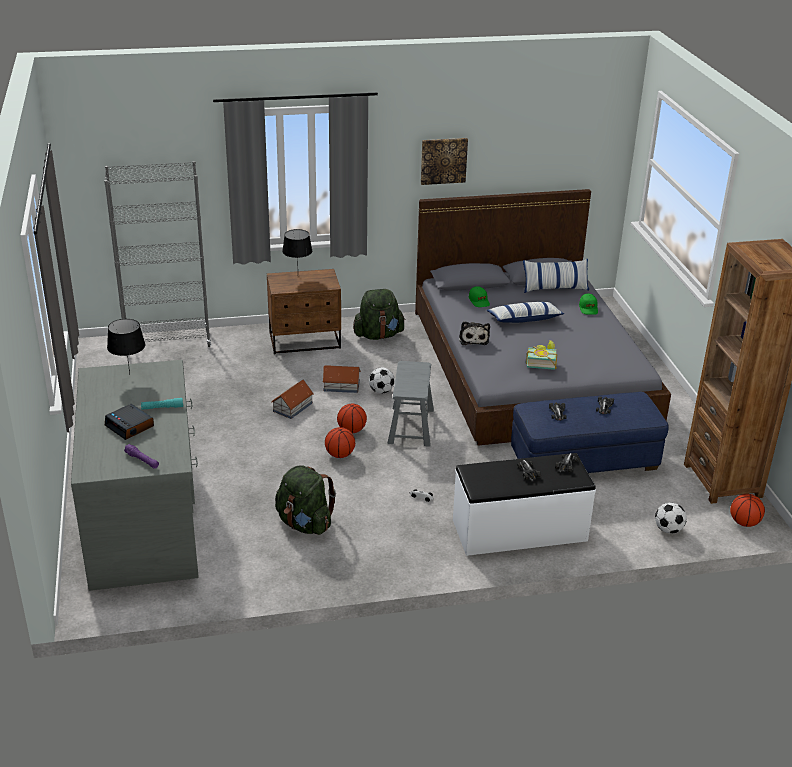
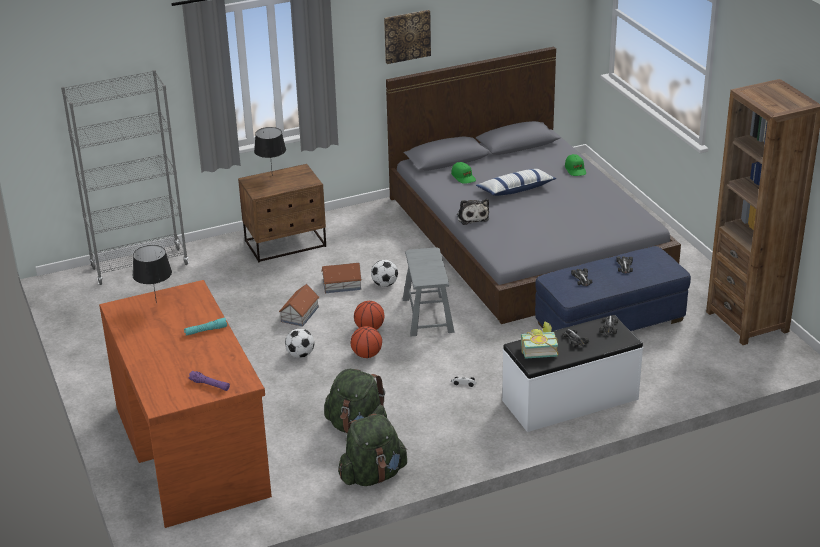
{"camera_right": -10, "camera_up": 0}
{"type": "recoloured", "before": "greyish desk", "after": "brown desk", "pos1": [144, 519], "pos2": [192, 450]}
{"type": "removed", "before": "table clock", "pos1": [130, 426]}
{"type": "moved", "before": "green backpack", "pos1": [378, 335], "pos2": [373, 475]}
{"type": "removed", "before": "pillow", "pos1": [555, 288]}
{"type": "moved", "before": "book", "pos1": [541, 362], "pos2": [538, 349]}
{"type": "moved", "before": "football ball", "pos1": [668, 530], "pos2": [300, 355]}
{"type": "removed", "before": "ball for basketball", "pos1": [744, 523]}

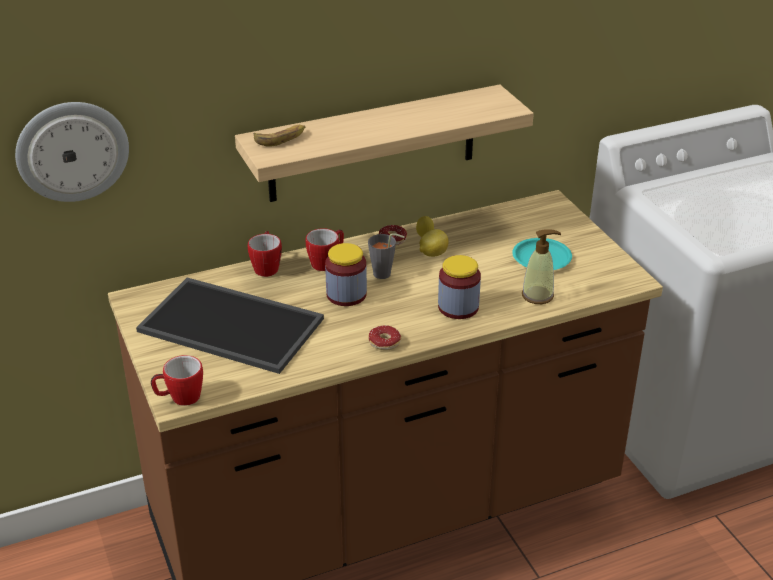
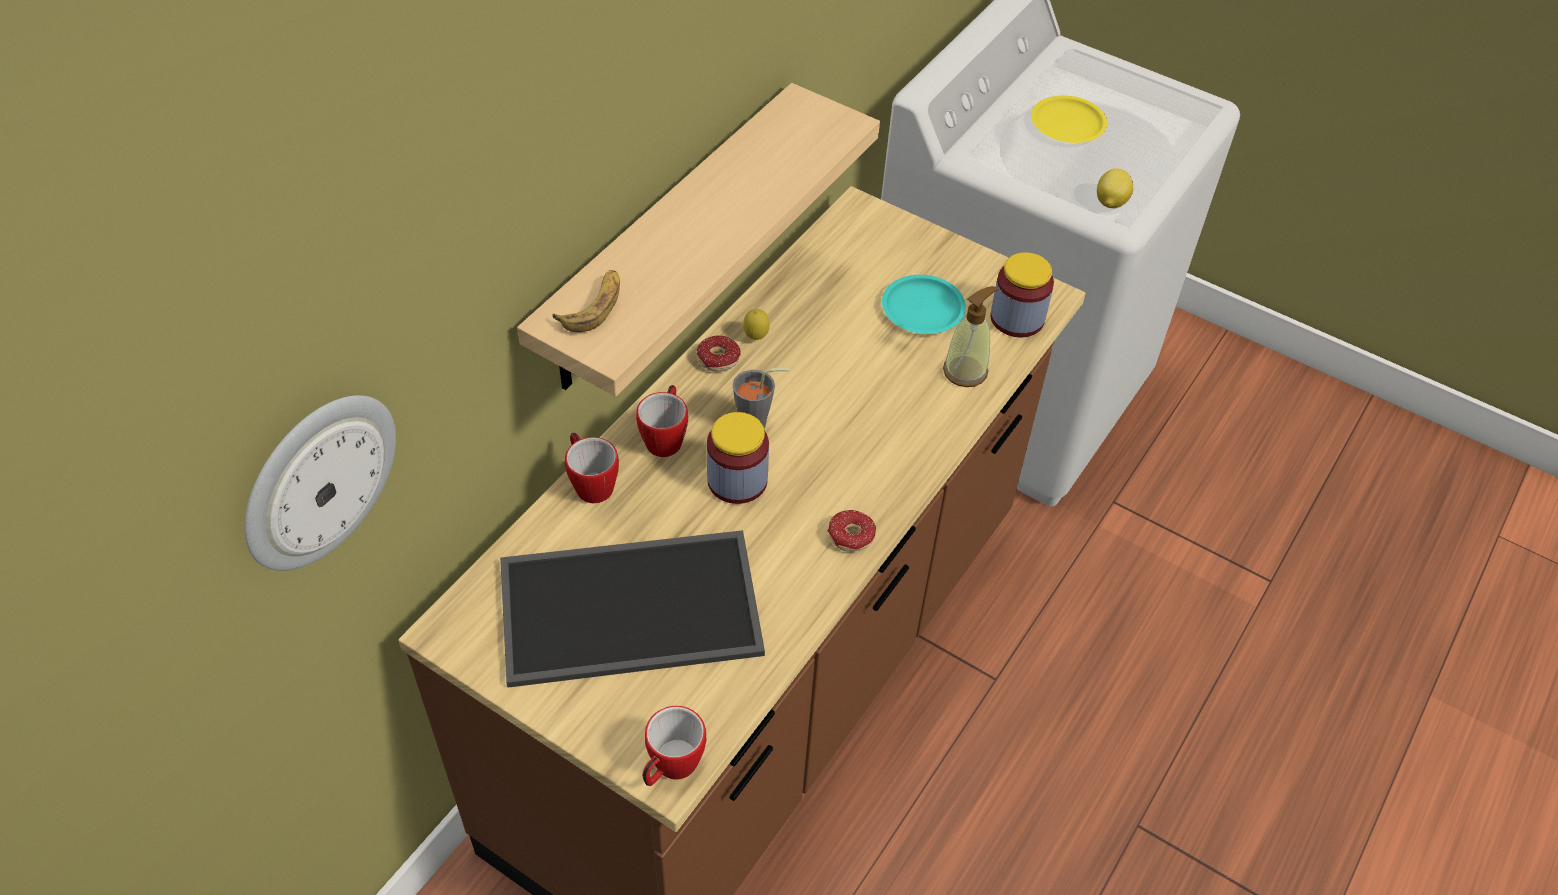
{"camera_right": -35, "camera_up": 15}
{"type": "moved", "before": "whole lemon", "pos1": [432, 254], "pos2": [1110, 203]}
{"type": "moved", "before": "preserve jar", "pos1": [458, 307], "pos2": [1017, 318]}
{"type": "added", "after": "yellow-coloured flat dish", "pos2": [1068, 125]}

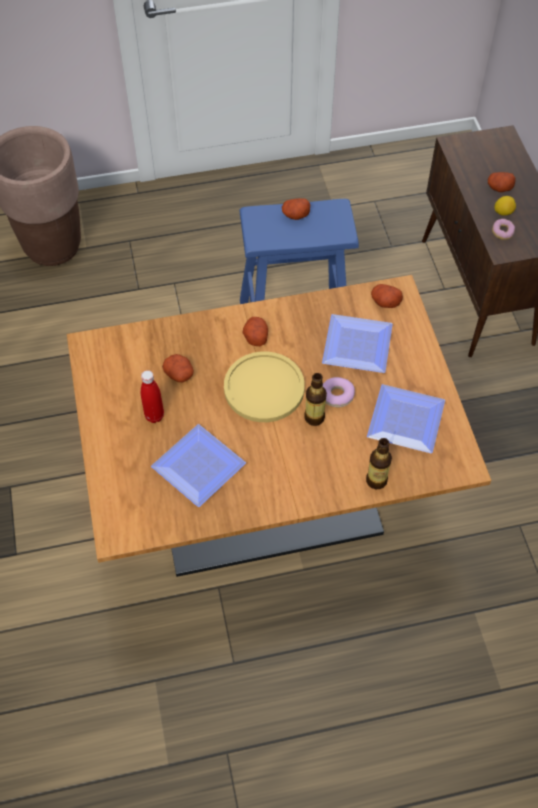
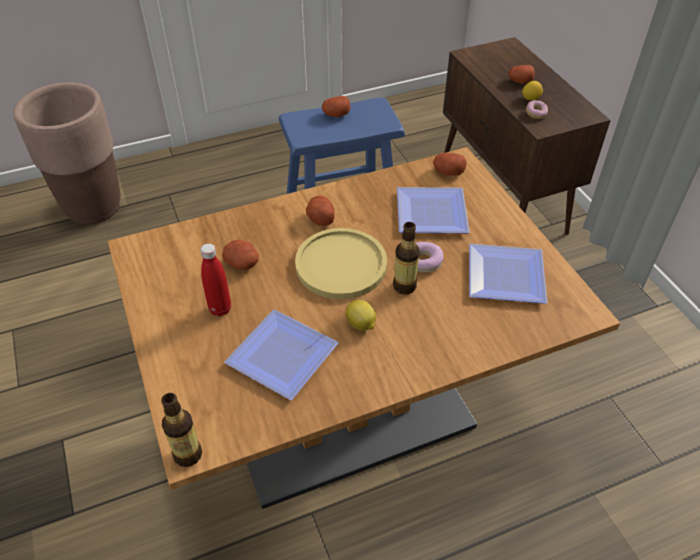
{"camera_right": -10, "camera_up": -10}
{"type": "moved", "before": "drink bottle", "pos1": [376, 480], "pos2": [188, 455]}
{"type": "added", "after": "whole lemon", "pos2": [361, 325]}

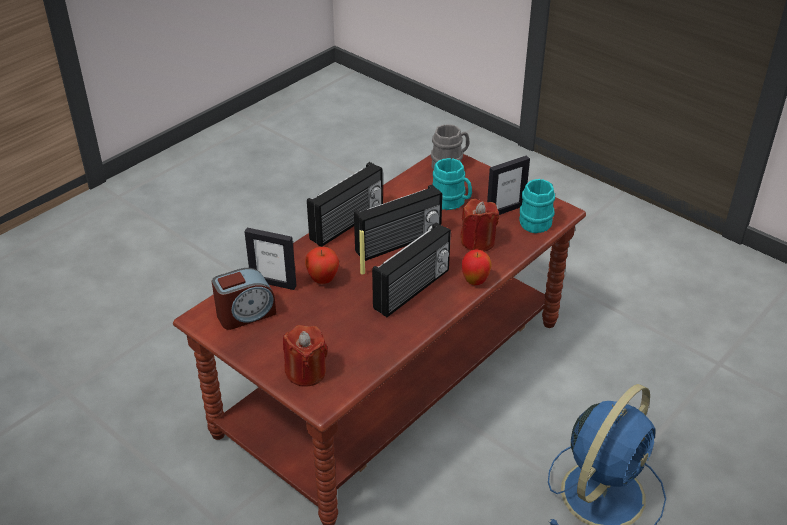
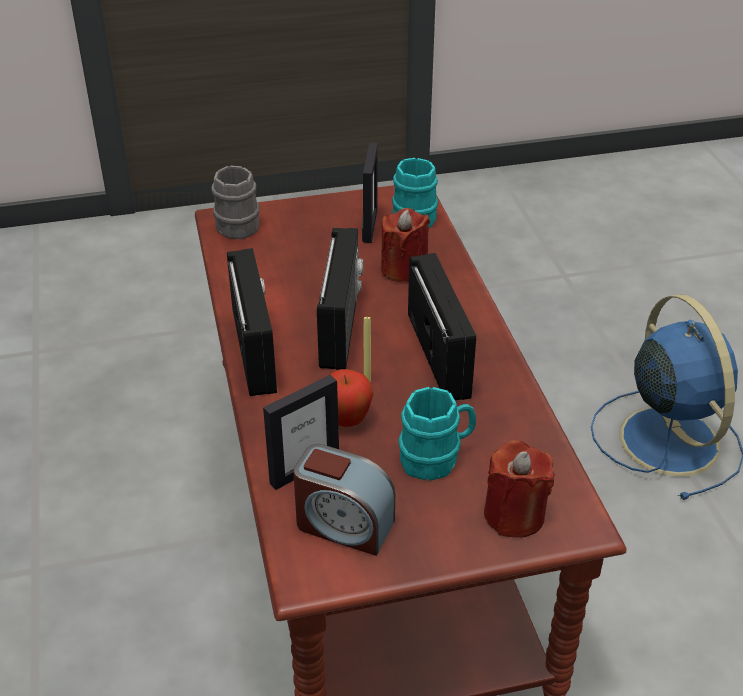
{"camera_right": -55, "camera_up": 0}
{"type": "turned", "before": "table clock", "pos1": [246, 314], "pos2": [343, 525], "turn": 105}
{"type": "moved", "before": "blue-green coffee mug", "pos1": [451, 202], "pos2": [436, 458]}
{"type": "removed", "before": "whole apple", "pos1": [475, 281]}

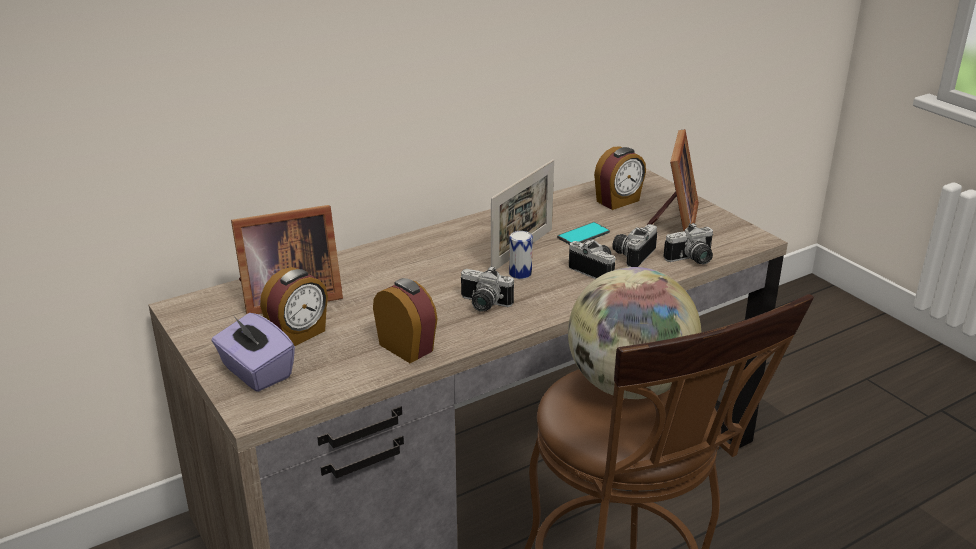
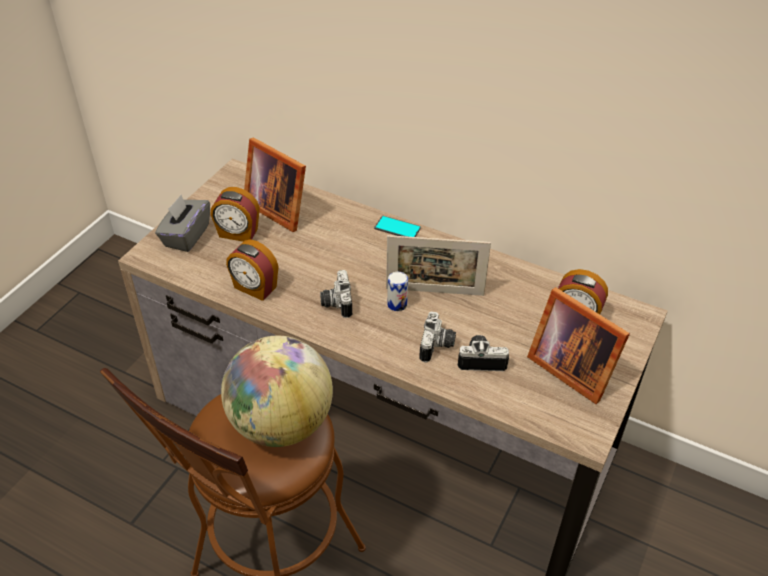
{"camera_right": 60, "camera_up": 15}
{"type": "recoloured", "before": "purple box of tissues", "after": "greyish box of tissues", "pos1": [256, 372], "pos2": [186, 236]}
{"type": "turned", "before": "table clock", "pos1": [407, 347], "pos2": [254, 288], "turn": 105}
{"type": "moved", "before": "handset", "pos1": [583, 235], "pos2": [397, 228]}
{"type": "turned", "before": "photo frame", "pos1": [673, 221], "pos2": [570, 367], "turn": 60}
{"type": "removed", "before": "still camera", "pos1": [692, 260]}

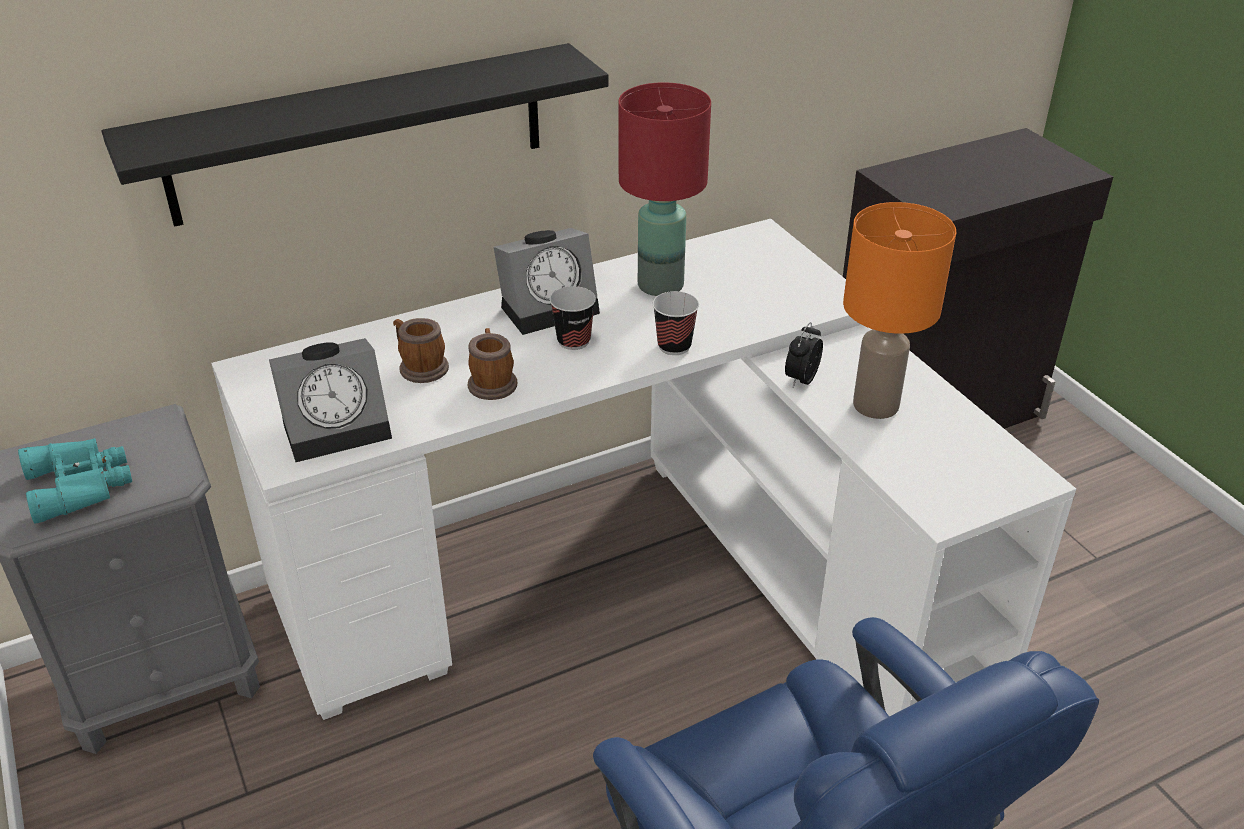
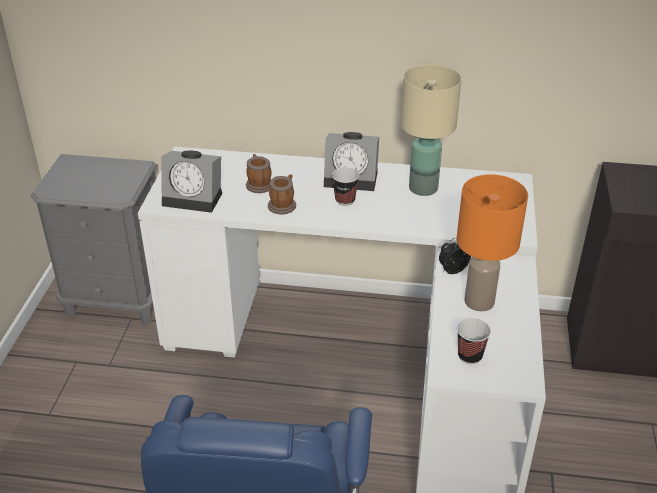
{"camera_right": 35, "camera_up": 0}
{"type": "removed", "before": "blue-green field glasses", "pos1": [81, 484]}
{"type": "removed", "before": "blackish wall shelf", "pos1": [358, 134]}
{"type": "recoloured", "before": "red-coloured tabletop lamp", "after": "beige tabletop lamp", "pos1": [661, 284], "pos2": [424, 188]}
{"type": "moved", "before": "drinking cup", "pos1": [674, 346], "pos2": [470, 356]}

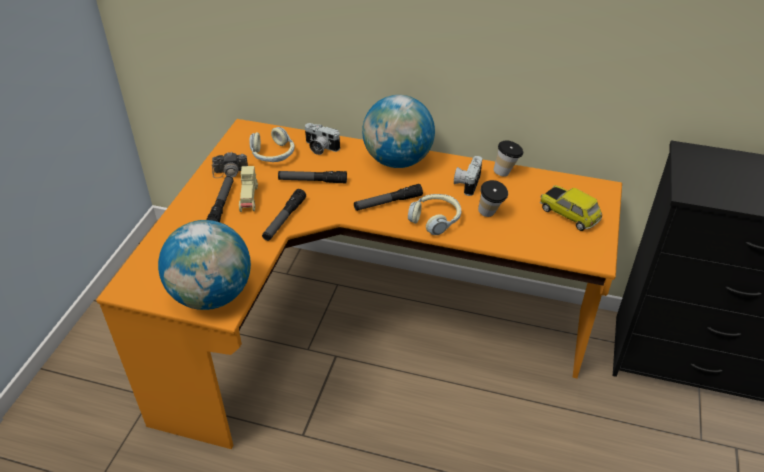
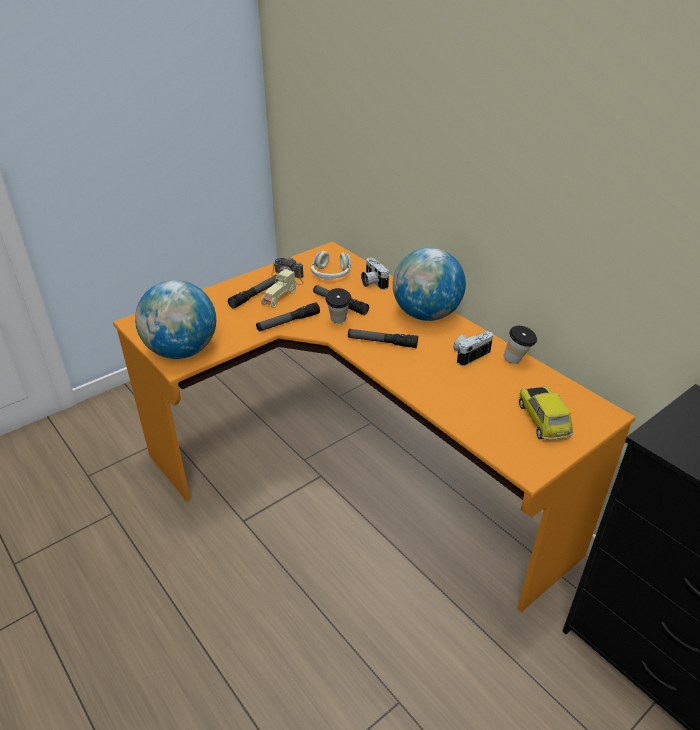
{"camera_right": 35, "camera_up": -5}
{"type": "removed", "before": "headphones", "pos1": [435, 219]}
{"type": "moved", "before": "drinking cup", "pos1": [490, 215], "pos2": [338, 322]}

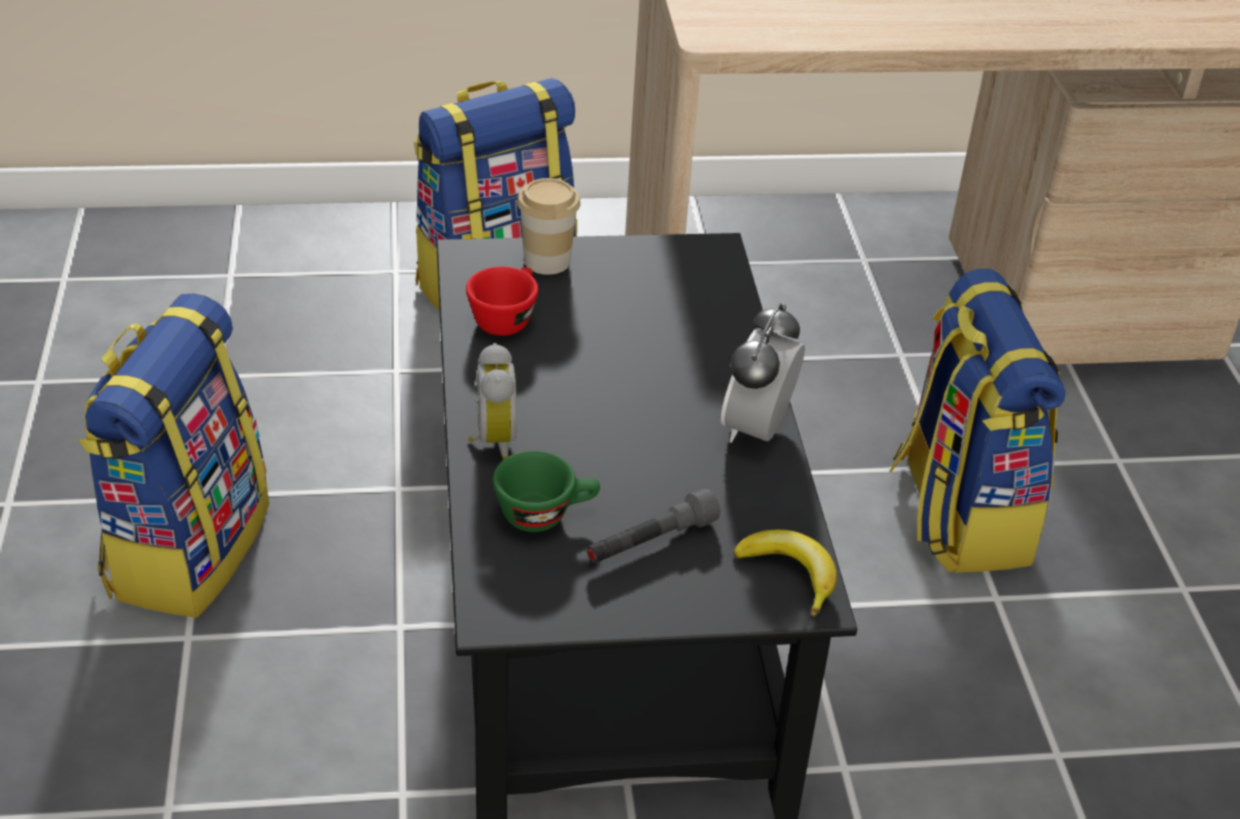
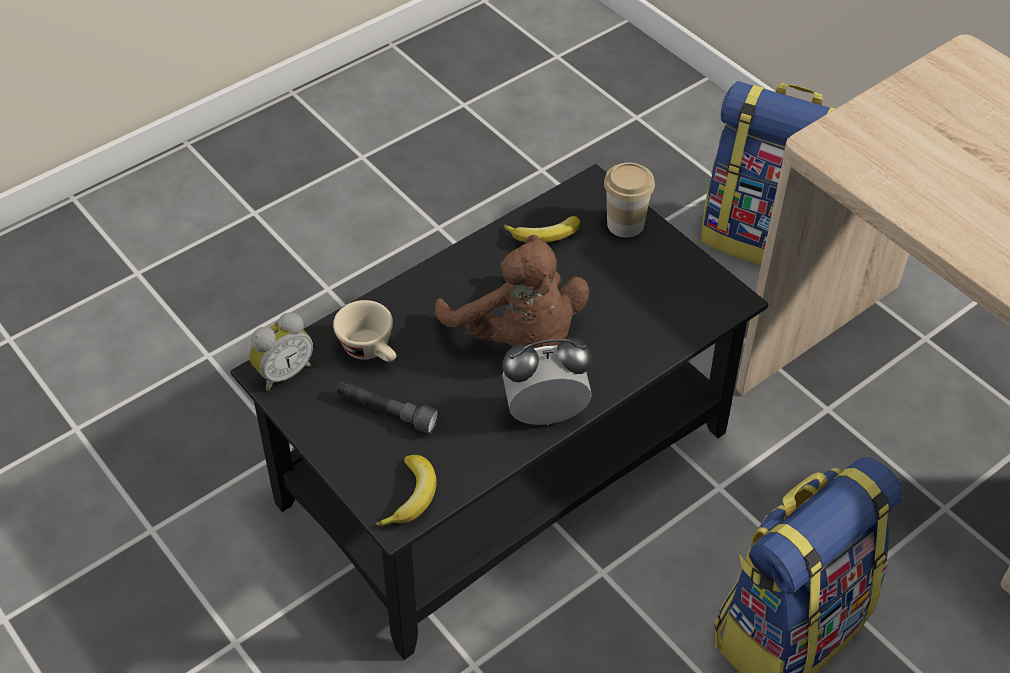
{"camera_right": 60, "camera_up": 10}
{"type": "removed", "before": "backpack", "pos1": [187, 548]}
{"type": "replaced", "before": "red-coloured drinking cup", "after": "whole banana", "pos1": [506, 317], "pos2": [544, 236]}
{"type": "moved", "before": "table clock", "pos1": [491, 440], "pos2": [283, 372]}
{"type": "recoloured", "before": "green drinking cup", "after": "beige drinking cup", "pos1": [545, 514], "pos2": [372, 350]}
{"type": "added", "after": "brown cuddly toy", "pos2": [518, 336]}

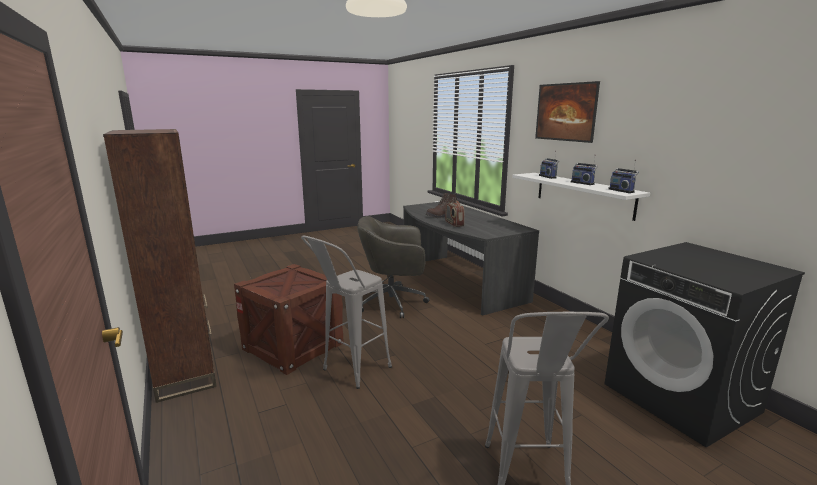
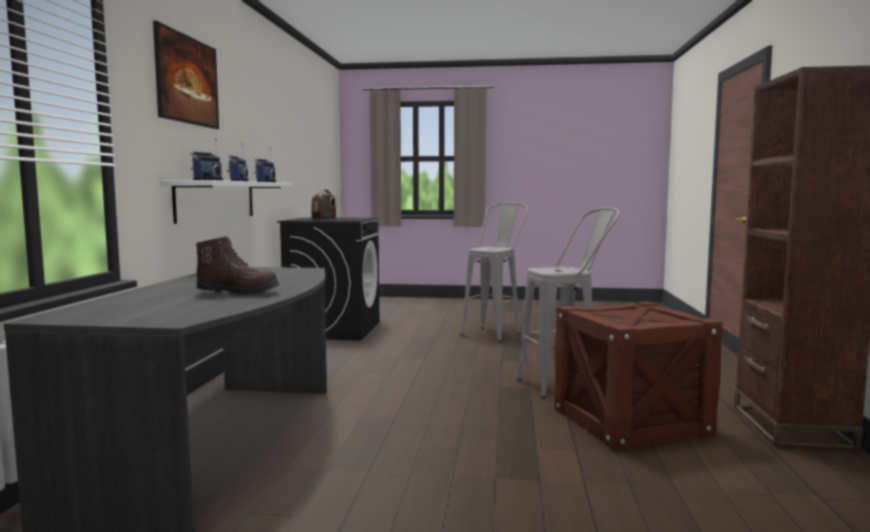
{"camera_right": -145, "camera_up": -10}
{"type": "removed", "before": "greyish computer chair", "pos1": [394, 302]}
{"type": "moved", "before": "radio set", "pos1": [454, 224], "pos2": [324, 219]}

